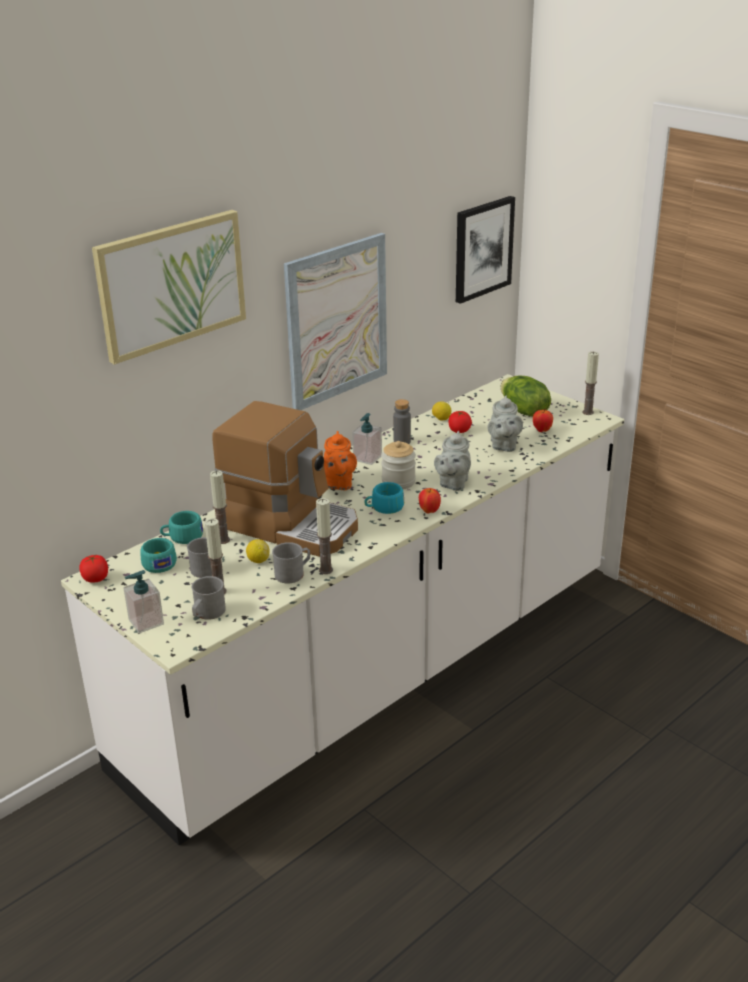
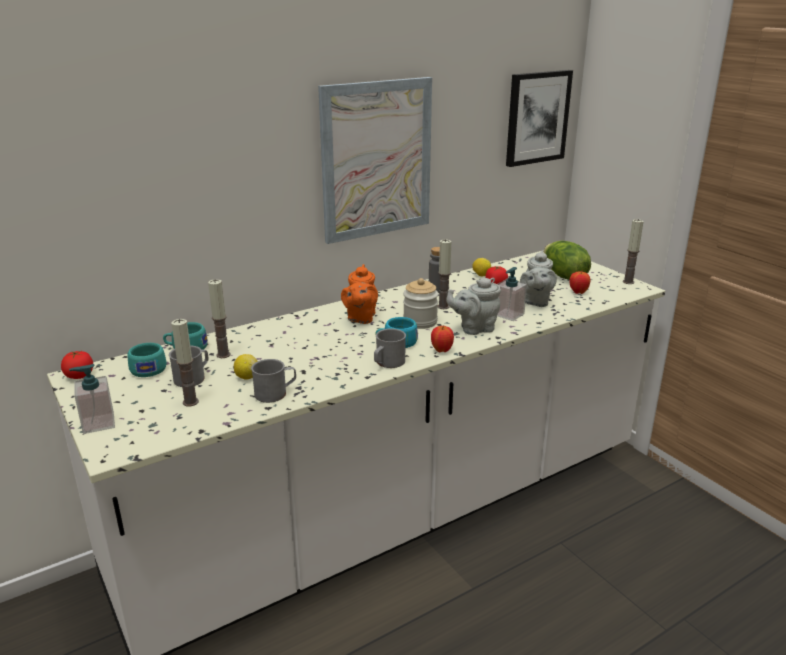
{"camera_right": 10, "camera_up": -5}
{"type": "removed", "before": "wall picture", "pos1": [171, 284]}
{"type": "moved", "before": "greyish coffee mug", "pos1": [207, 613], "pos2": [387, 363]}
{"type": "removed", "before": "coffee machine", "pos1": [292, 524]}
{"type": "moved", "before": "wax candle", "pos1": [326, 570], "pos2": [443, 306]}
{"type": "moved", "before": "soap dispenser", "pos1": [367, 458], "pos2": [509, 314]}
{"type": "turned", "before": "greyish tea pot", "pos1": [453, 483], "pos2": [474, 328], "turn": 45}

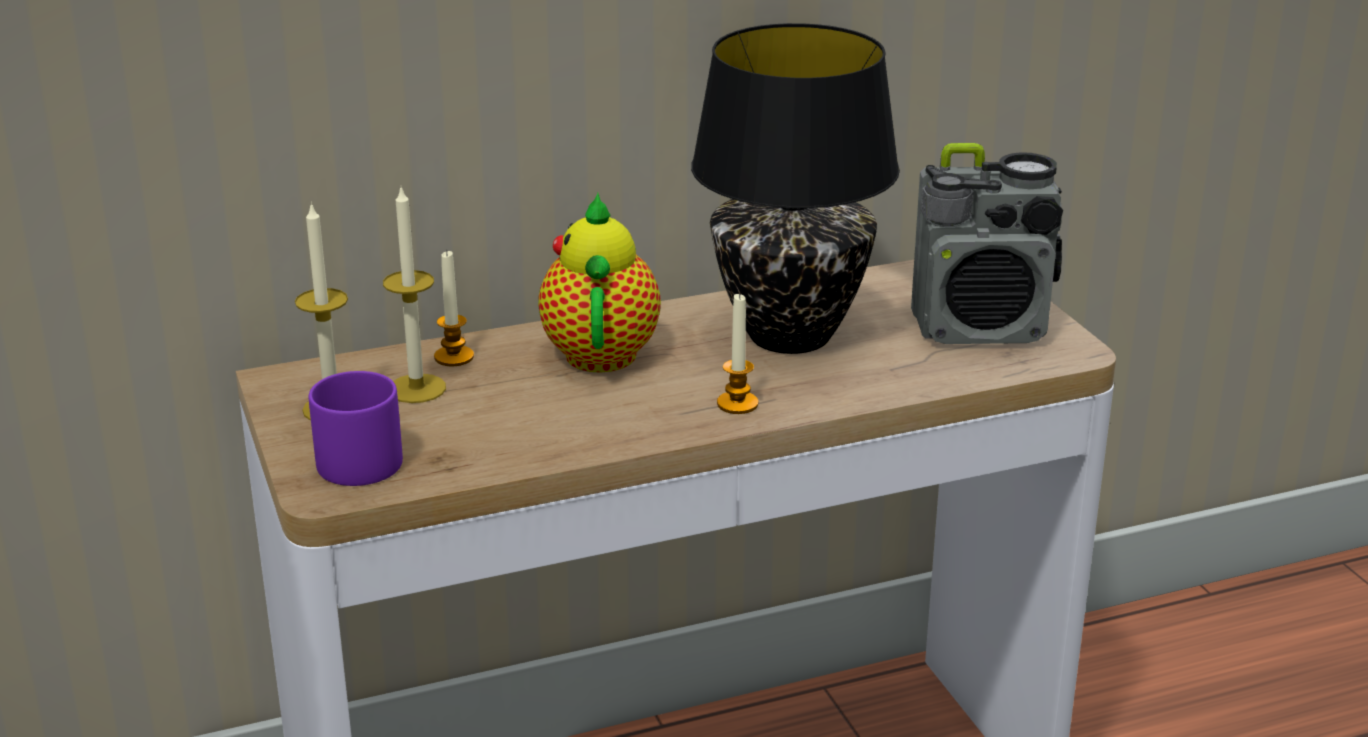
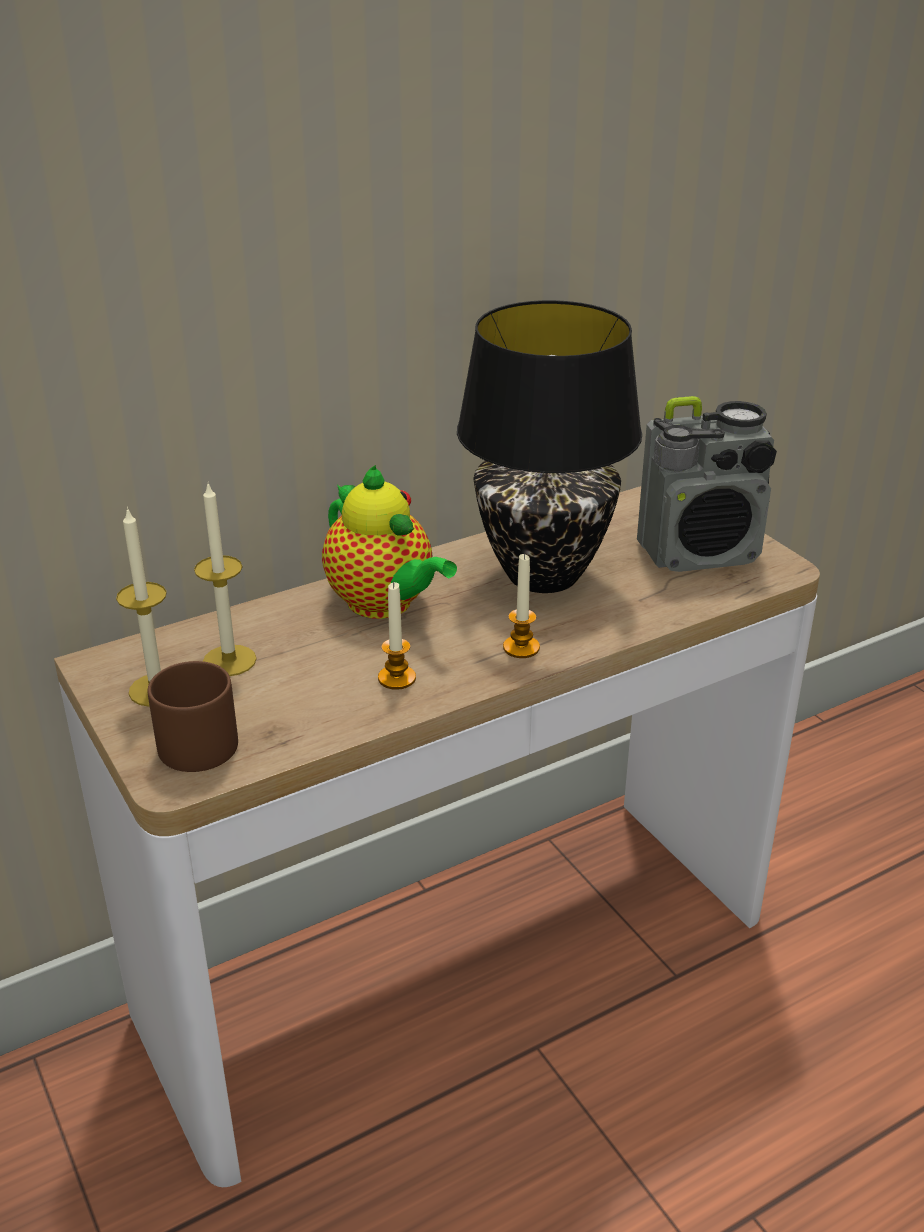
{"camera_right": -10, "camera_up": 5}
{"type": "recoloured", "before": "purple coffee mug", "after": "brown coffee mug", "pos1": [361, 455], "pos2": [197, 737]}
{"type": "moved", "before": "wax candle", "pos1": [454, 357], "pos2": [397, 678]}
{"type": "turned", "before": "tea pot", "pos1": [601, 350], "pos2": [384, 605], "turn": 150}

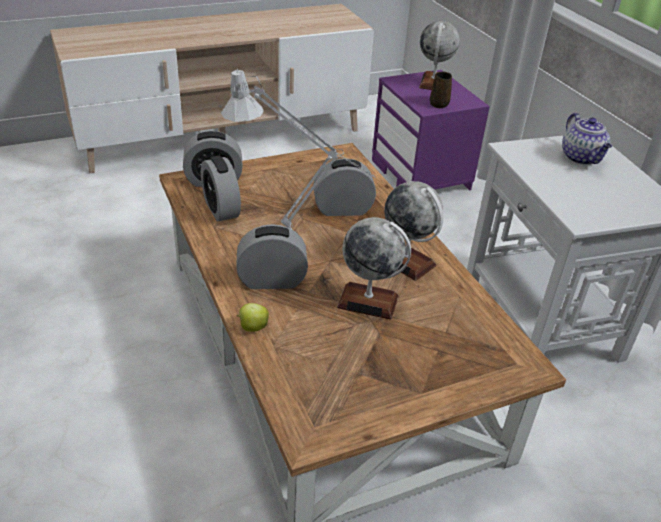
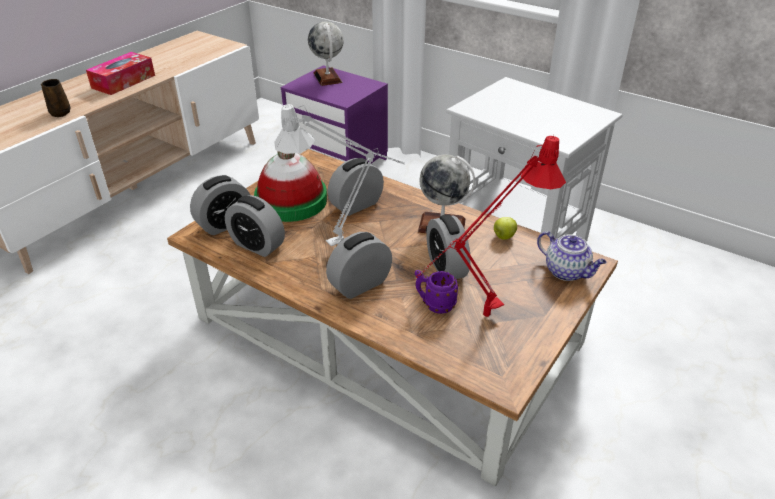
{"camera_right": -30, "camera_up": 0}
{"type": "moved", "before": "whole apple", "pos1": [252, 327], "pos2": [503, 237]}
{"type": "replaced", "before": "desk globe", "after": "table clock", "pos1": [368, 301], "pos2": [446, 267]}
{"type": "moved", "before": "brown coffee mug", "pos1": [439, 104], "pos2": [61, 112]}
{"type": "moved", "before": "tea pot", "pos1": [582, 158], "pos2": [567, 272]}
{"type": "added", "after": "box of tissues", "pos2": [123, 81]}
{"type": "added", "after": "clothing hat", "pos2": [291, 201]}
{"type": "added", "after": "purple coffee mug", "pos2": [434, 304]}
{"type": "added", "after": "red-coloured tabletop lamp", "pos2": [478, 320]}

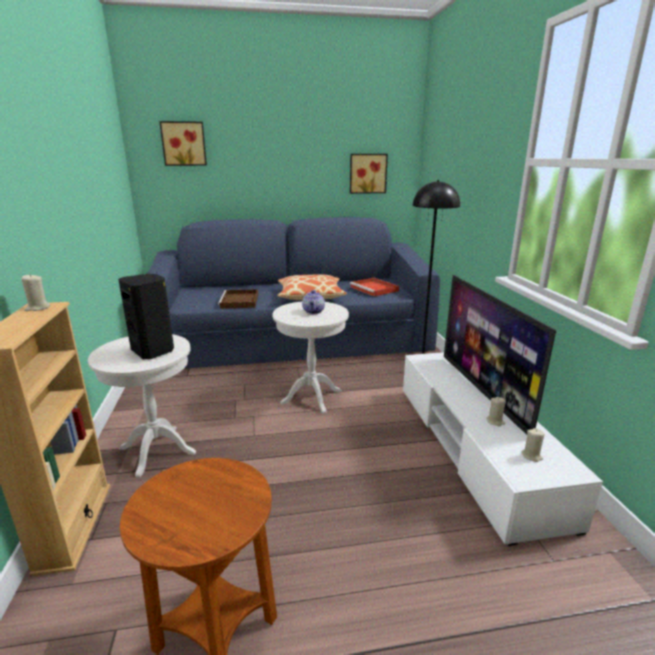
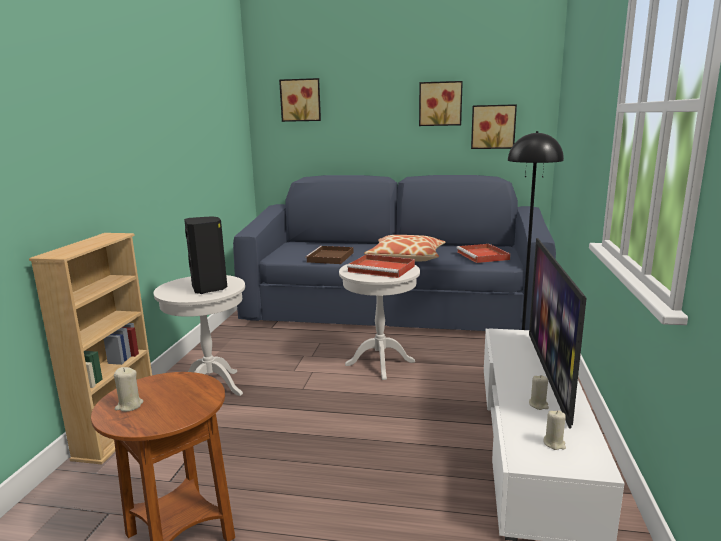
{"camera_right": 20, "camera_up": -5}
{"type": "moved", "before": "beige wax candle", "pos1": [38, 308], "pos2": [129, 406]}
{"type": "replaced", "before": "tea pot", "after": "red-coloured carrying tray", "pos1": [313, 311], "pos2": [383, 269]}
{"type": "added", "after": "wall picture", "pos2": [440, 103]}

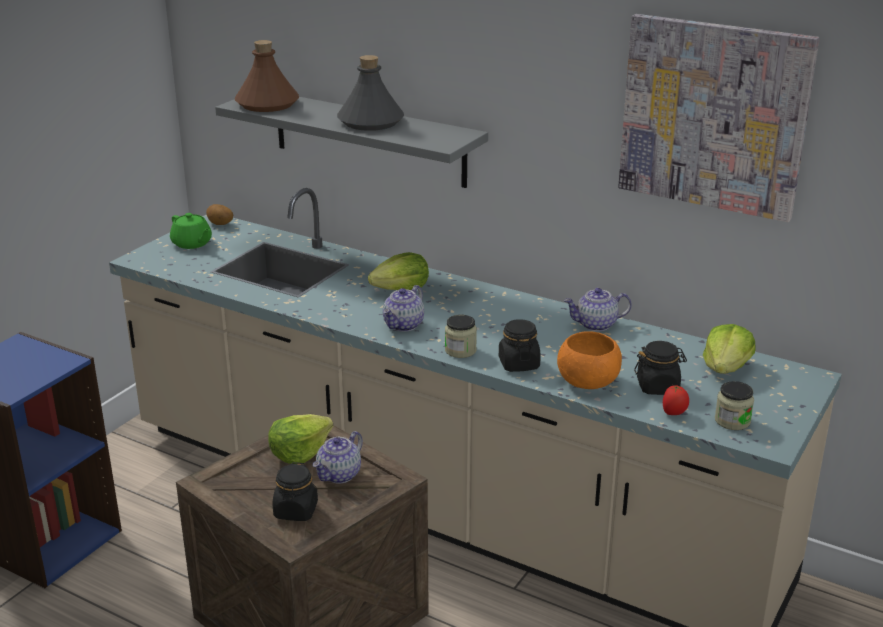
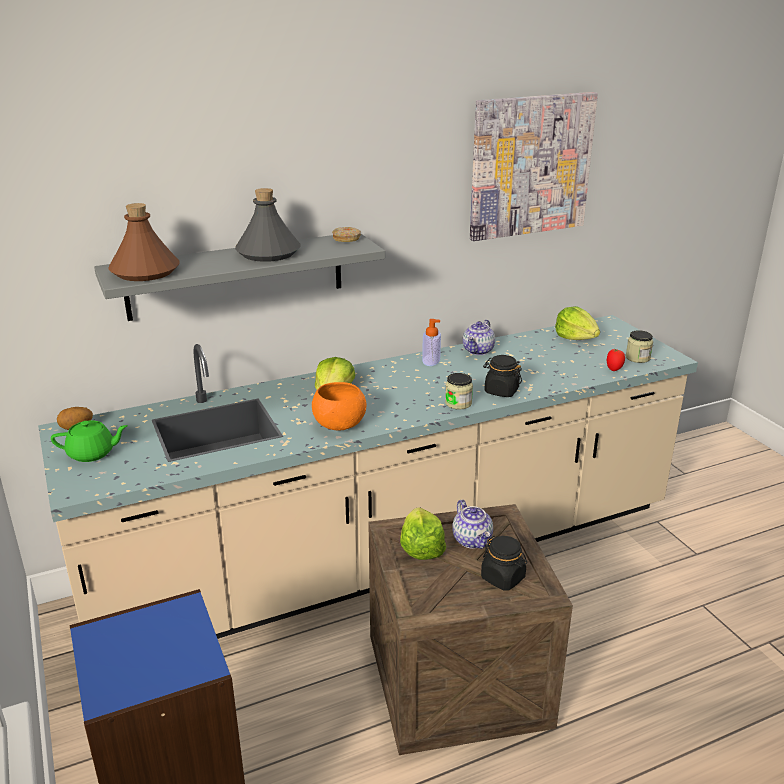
{"camera_right": -55, "camera_up": 0}
{"type": "removed", "before": "tea pot", "pos1": [404, 325]}
{"type": "moved", "before": "orange serving bowl", "pos1": [587, 382], "pos2": [339, 424]}
{"type": "removed", "before": "blackish preserve jar", "pos1": [658, 387]}
{"type": "added", "after": "donut", "pos2": [346, 239]}
{"type": "added", "after": "soap dispenser", "pos2": [431, 360]}

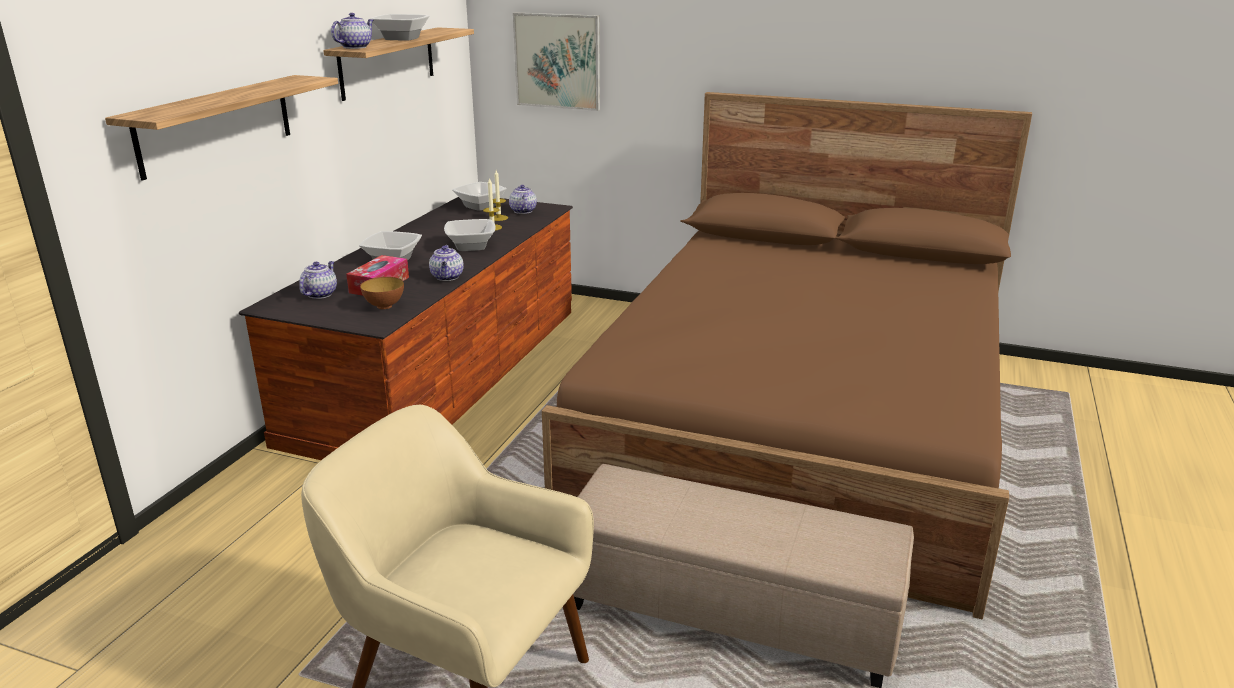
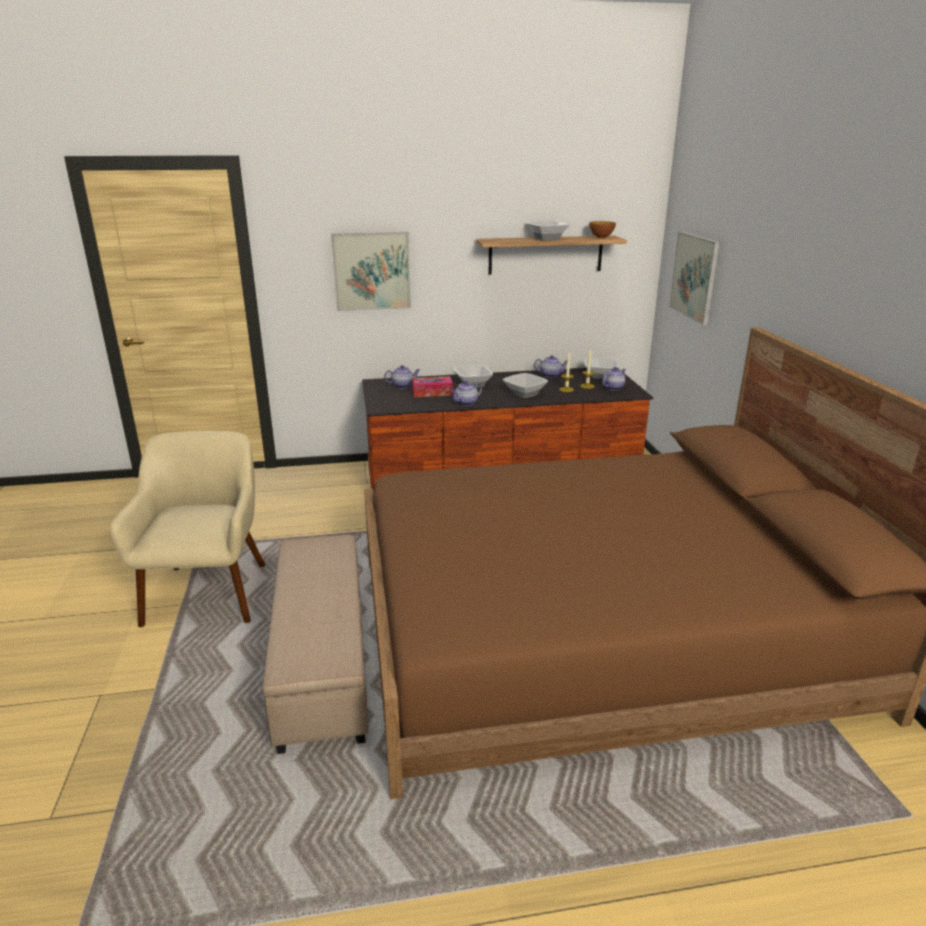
{"camera_right": 60, "camera_up": 0}
{"type": "replaced", "before": "wall shelf", "after": "wall picture", "pos1": [216, 124], "pos2": [371, 271]}
{"type": "moved", "before": "tea pot", "pos1": [355, 47], "pos2": [551, 375]}
{"type": "moved", "before": "serving bowl", "pos1": [384, 306], "pos2": [601, 238]}

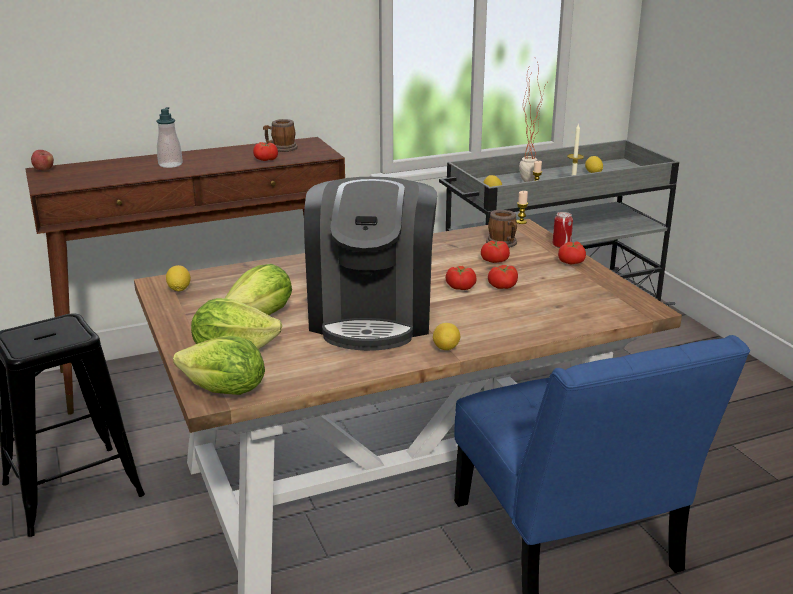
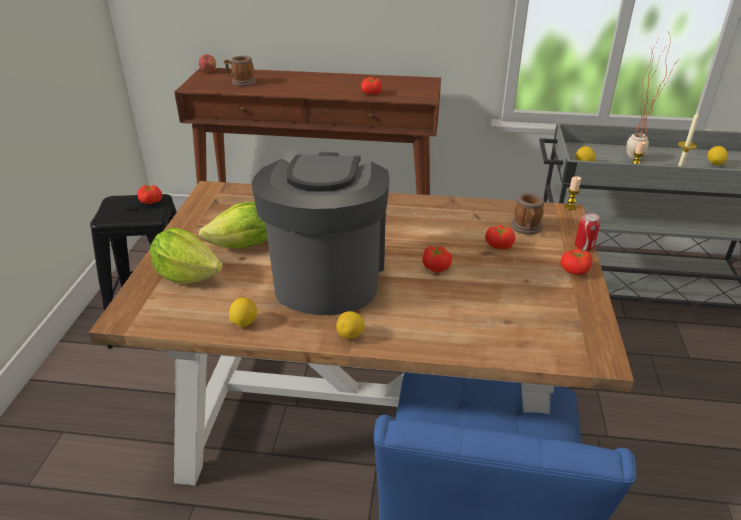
{"camera_right": 30, "camera_up": 10}
{"type": "removed", "before": "soap dispenser", "pos1": [170, 164]}
{"type": "moved", "before": "whole lemon", "pos1": [179, 289], "pos2": [244, 322]}
{"type": "removed", "before": "head of lettuce", "pos1": [225, 391]}
{"type": "moved", "before": "coffee mug", "pos1": [281, 148], "pos2": [241, 82]}
{"type": "turned", "before": "coffee machine", "pos1": [372, 316], "pos2": [327, 274], "turn": 150}
{"type": "moved", "before": "tomato", "pos1": [503, 286], "pos2": [151, 201]}

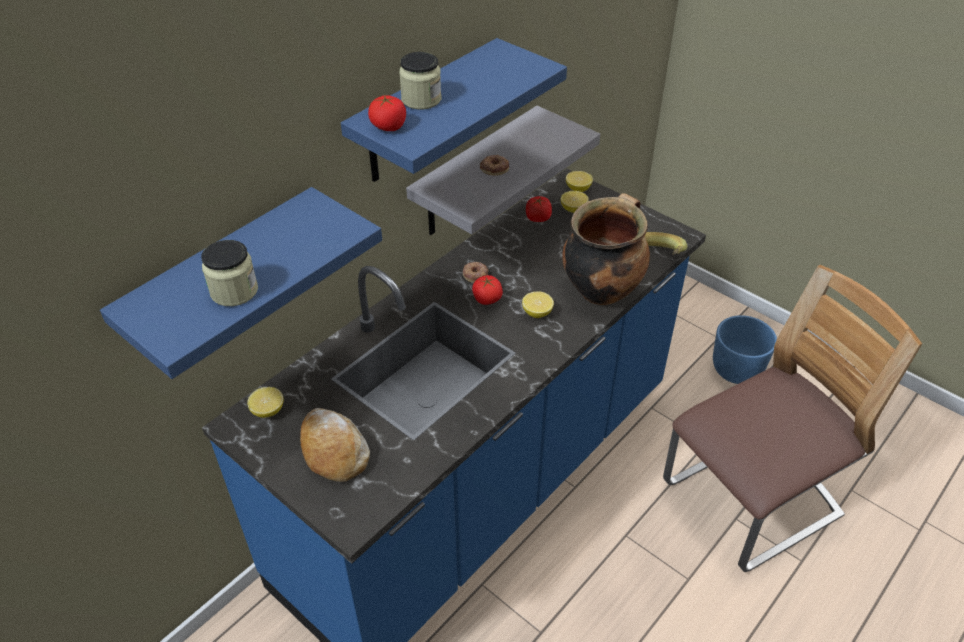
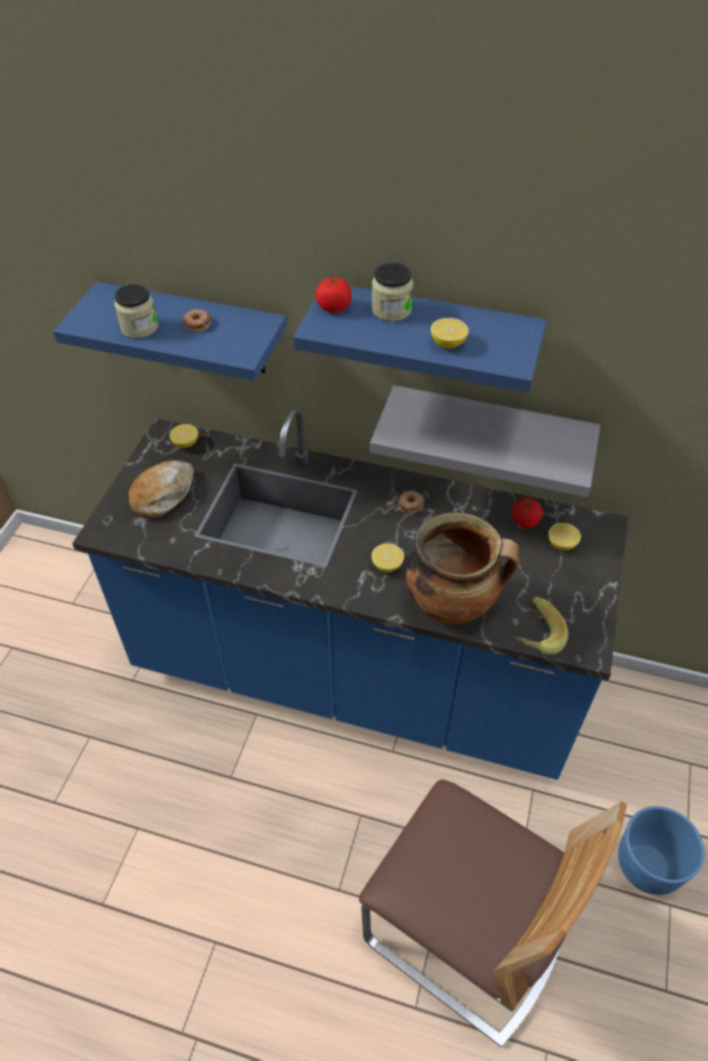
{"camera_right": 65, "camera_up": 5}
{"type": "removed", "before": "tomato", "pos1": [487, 299]}
{"type": "moved", "before": "donut", "pos1": [494, 168], "pos2": [197, 323]}
{"type": "moved", "before": "whole lemon", "pos1": [578, 189], "pos2": [448, 343]}

